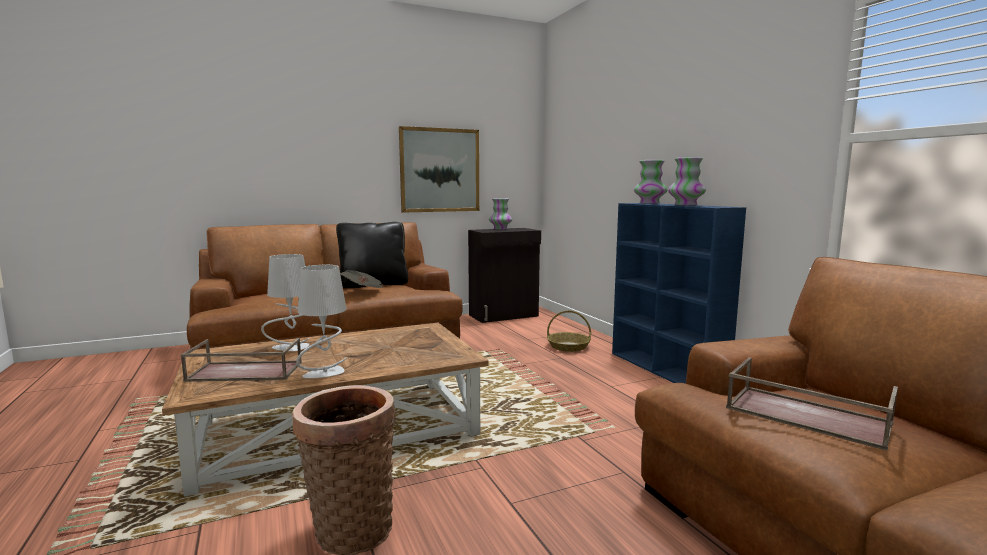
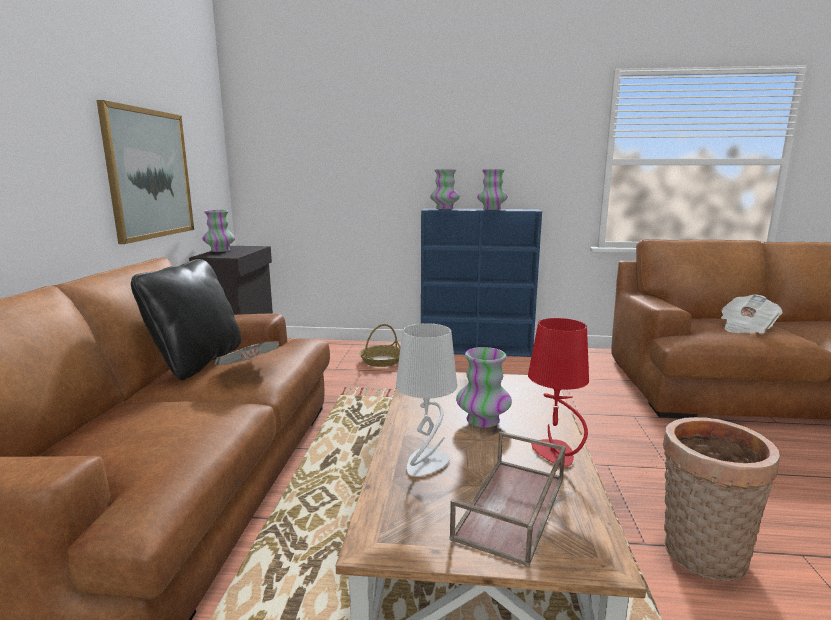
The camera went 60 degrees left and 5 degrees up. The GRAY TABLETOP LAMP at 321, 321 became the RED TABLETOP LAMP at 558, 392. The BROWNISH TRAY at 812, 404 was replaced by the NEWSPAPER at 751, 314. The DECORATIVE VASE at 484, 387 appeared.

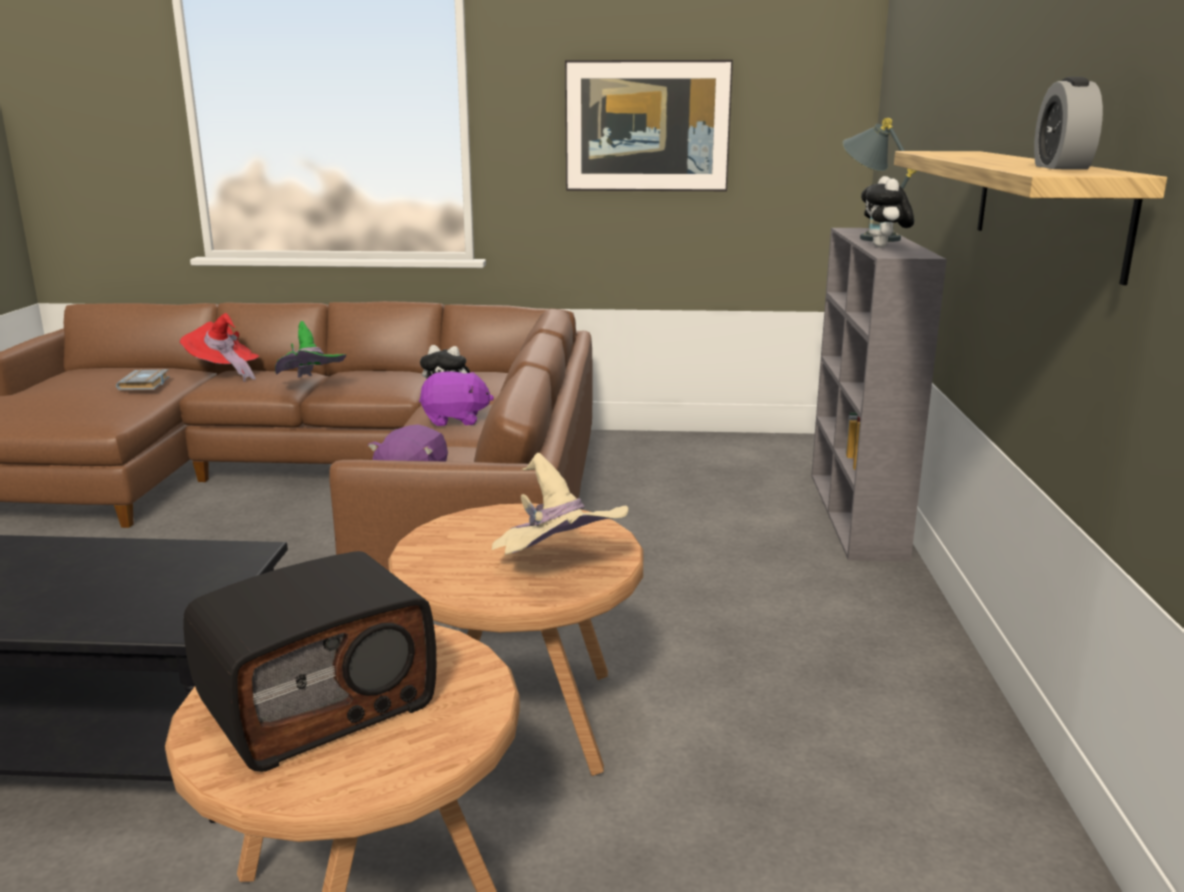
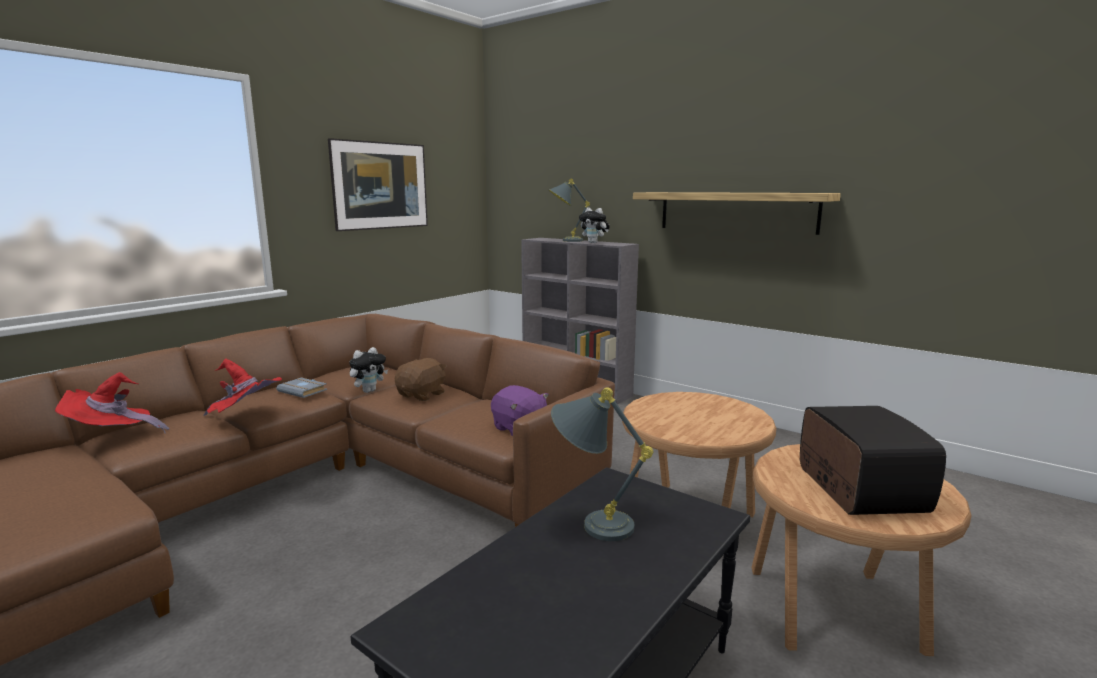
The camera went 55 degrees left and 5 degrees down. The ALARM CLOCK at 1068, 123 disappeared. The GREENISH CLOTHING HAT at 310, 349 became the RED CLOTHING HAT at 242, 387. The GRAY BOUND BOOK moved from 143, 379 to 301, 387. The PURPLE CUDDLY TOY at 456, 398 became the BROWNISH CUDDLY TOY at 421, 379. The SAND-COLOURED CLOTHING HAT at 560, 504 disappeared. The GRAY TABLETOP LAMP at 602, 464 appeared.

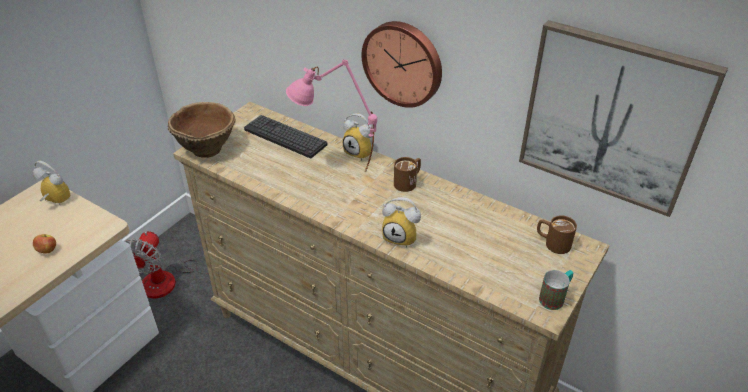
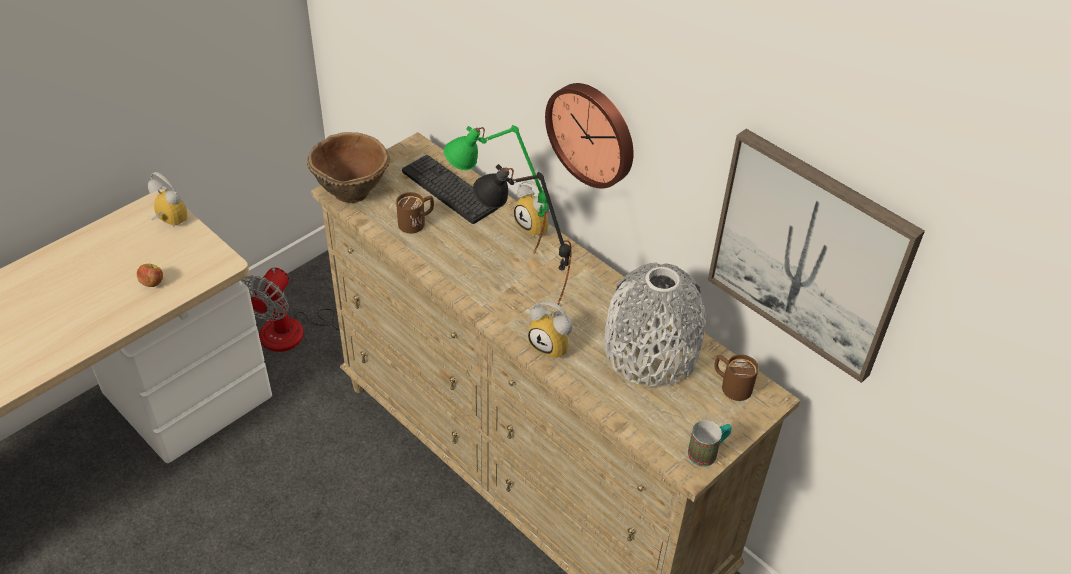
The camera went 10 degrees right and 5 degrees up. The PINK-COLOURED TABLETOP LAMP at 331, 115 became the GREENISH TABLETOP LAMP at 496, 189. The BROWNISH COFFEE MUG moved from 407, 174 to 415, 212. The BLACK TABLETOP LAMP at 522, 234 appeared. The GRAY DECORATIVE VASE at 655, 325 appeared.

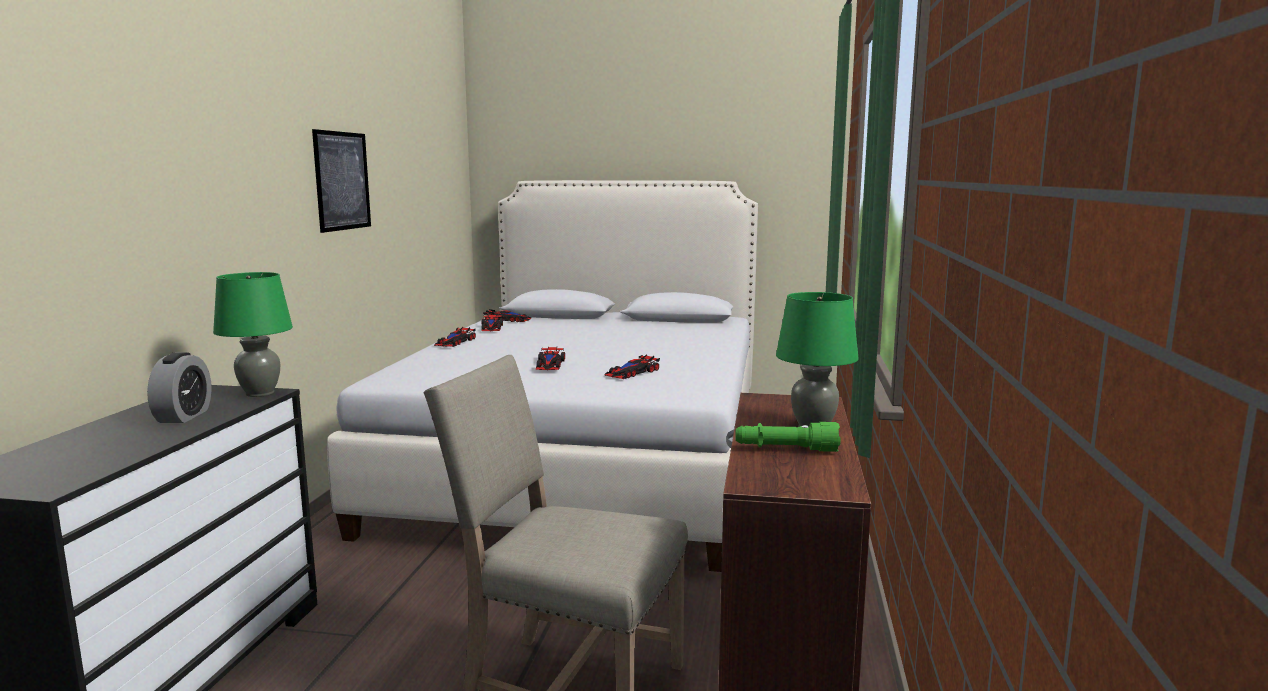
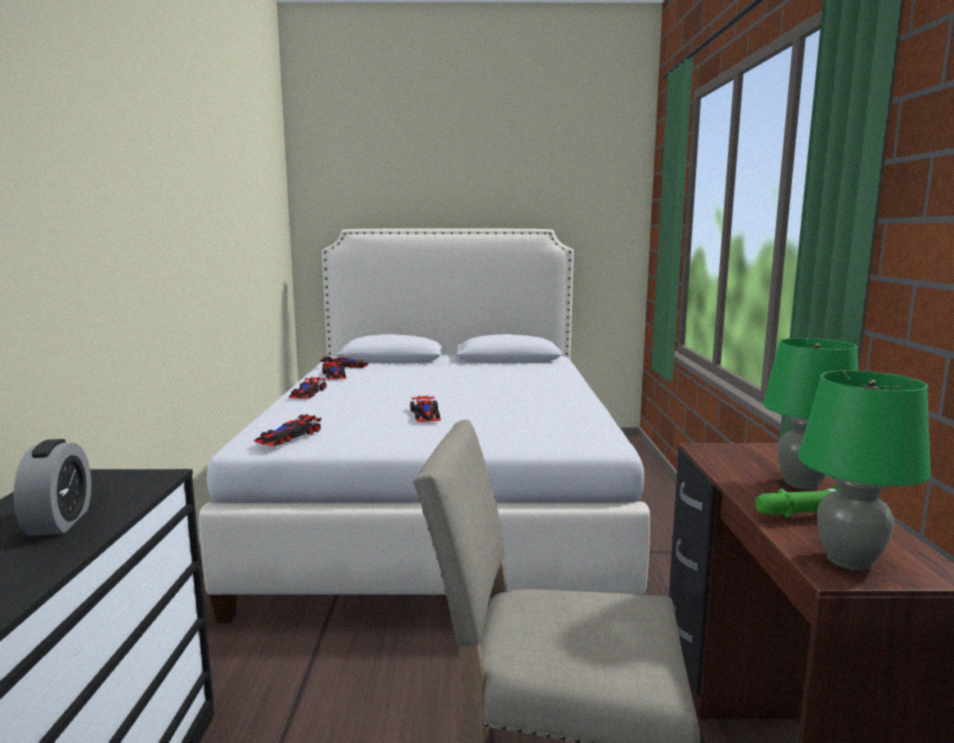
The camera went 10 degrees left and 0 degrees up. The WALL PICTURE at 341, 181 disappeared. The GREENISH TABLETOP LAMP moved from 253, 334 to 864, 470. The MODEL CAR moved from 632, 367 to 287, 430.

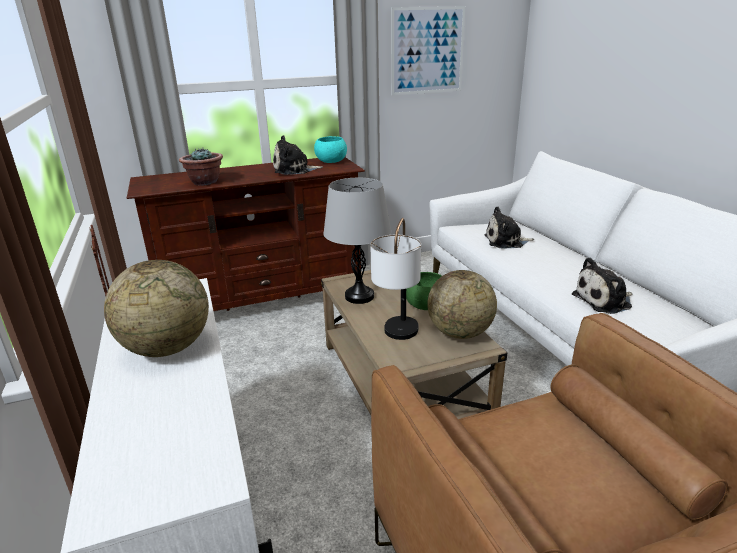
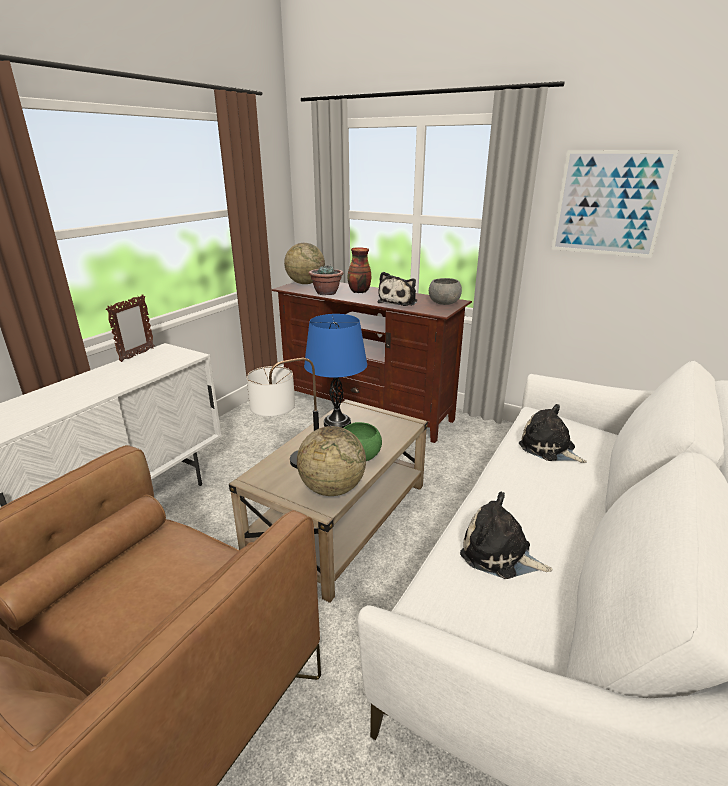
The camera went 50 degrees right and 0 degrees up. The CUDDLY TOY at 298, 155 turned 105 degrees counterclockwise. The BLUE-GREEN SERVING BOWL at 330, 149 became the GRAY SERVING BOWL at 445, 291. The GRAY TABLETOP LAMP at 357, 241 became the BLUE-COLOURED TABLETOP LAMP at 335, 371. The GLOBE moved from 156, 308 to 304, 263. The DECORATIVE VASE at 359, 270 appeared.

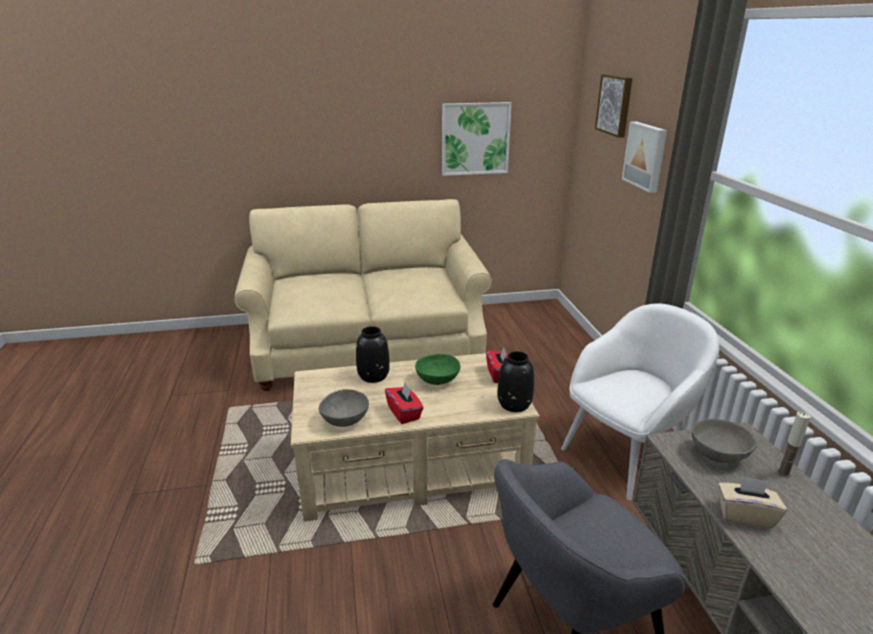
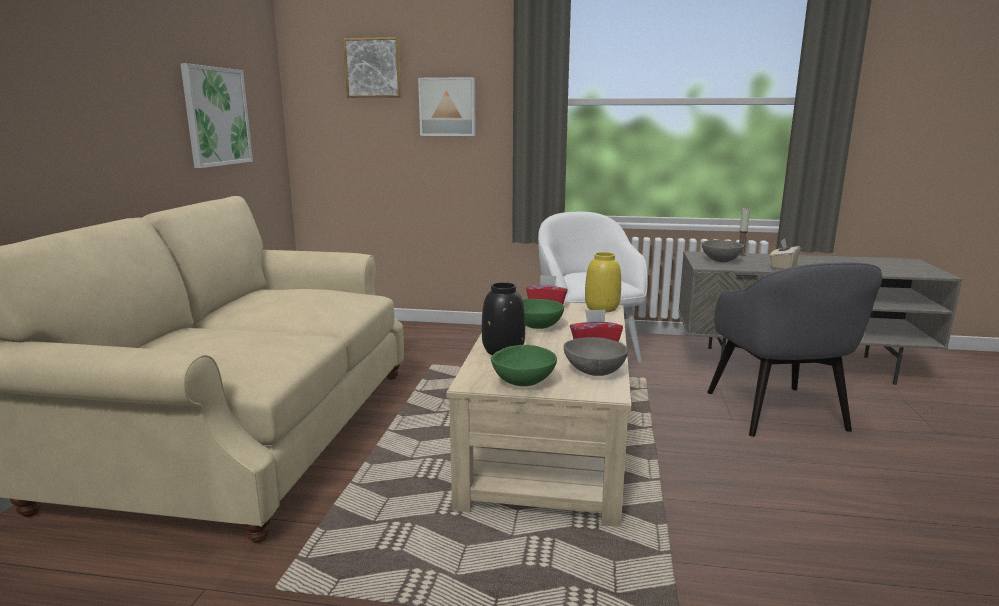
The camera went 70 degrees left and 10 degrees down. The BLACK DECORATIVE VASE at 516, 381 became the YELLOWISH DECORATIVE VASE at 603, 282. The GREENISH SERVING BOWL at 524, 365 appeared.

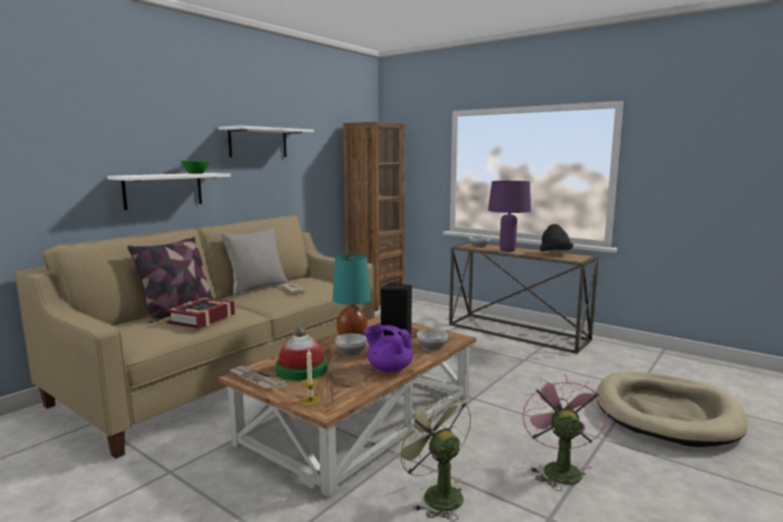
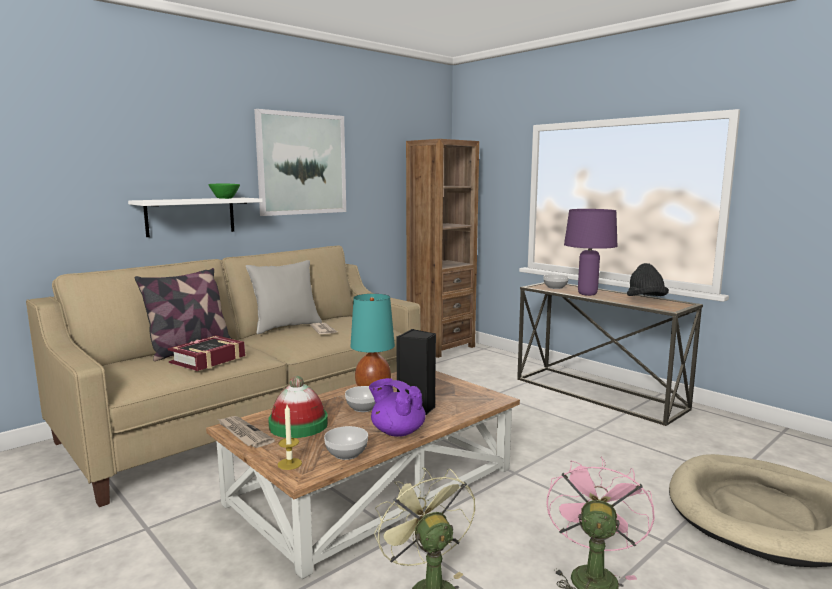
The camera went 10 degrees right and 0 degrees up. The WHITE BRACKET SHELF at 266, 141 was replaced by the WALL PICTURE at 300, 162. The SERVING BOWL moved from 432, 339 to 346, 443.

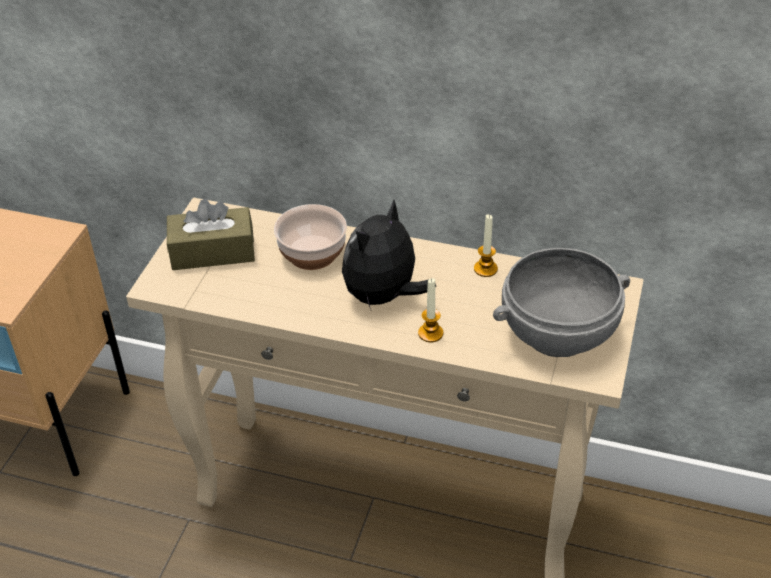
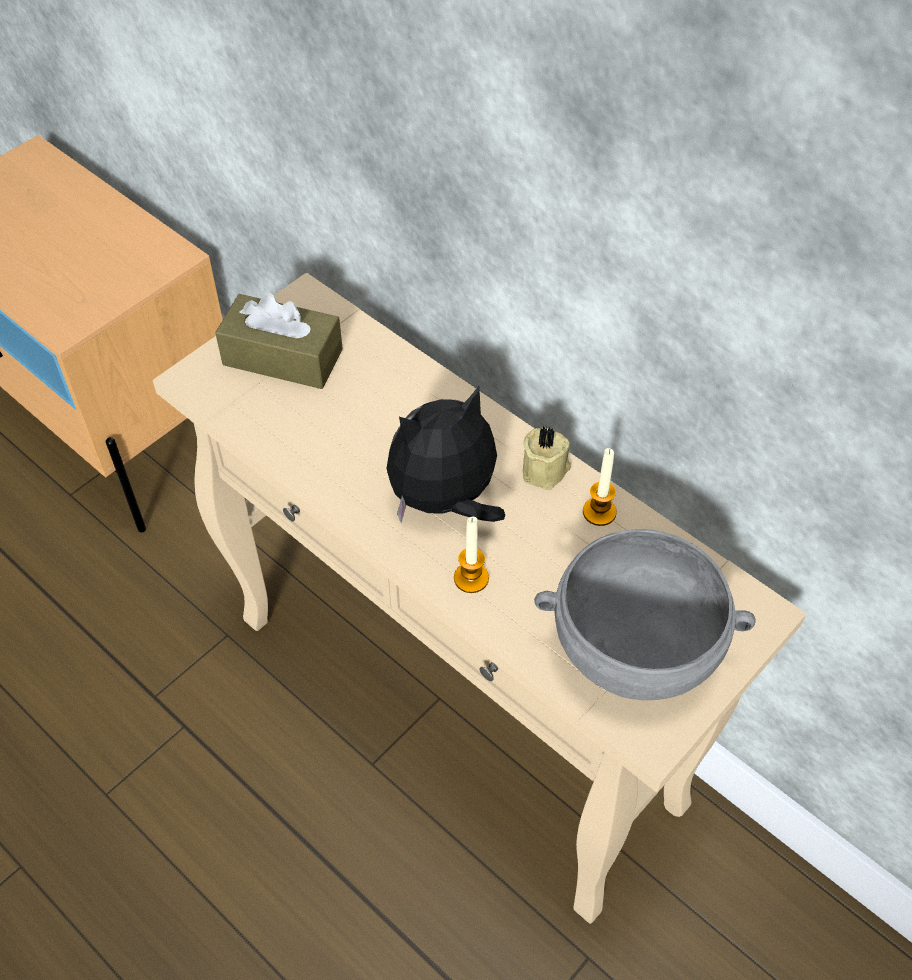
The camera went 25 degrees right and 10 degrees up. The SERVING BOWL at 310, 237 disappeared. The SAND-COLOURED WAX CANDLE at 547, 458 appeared.

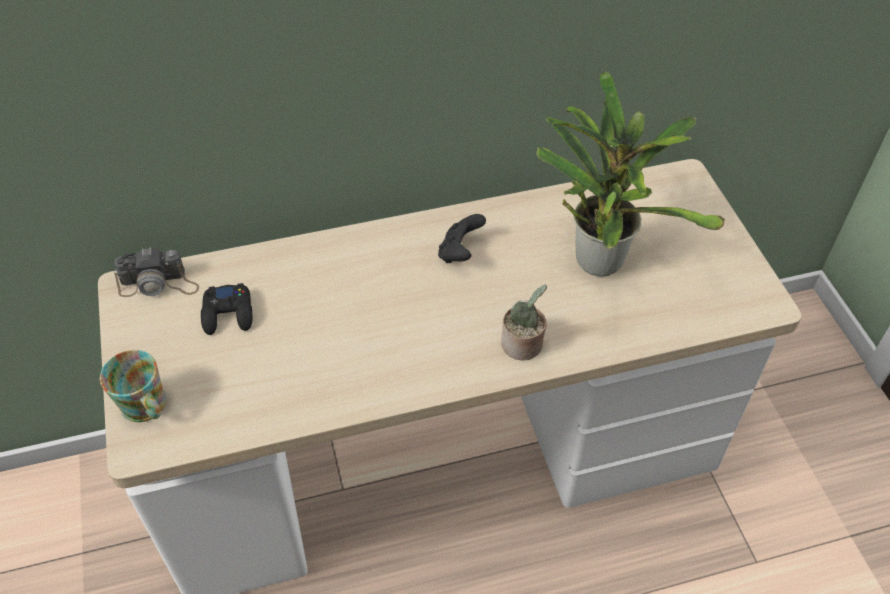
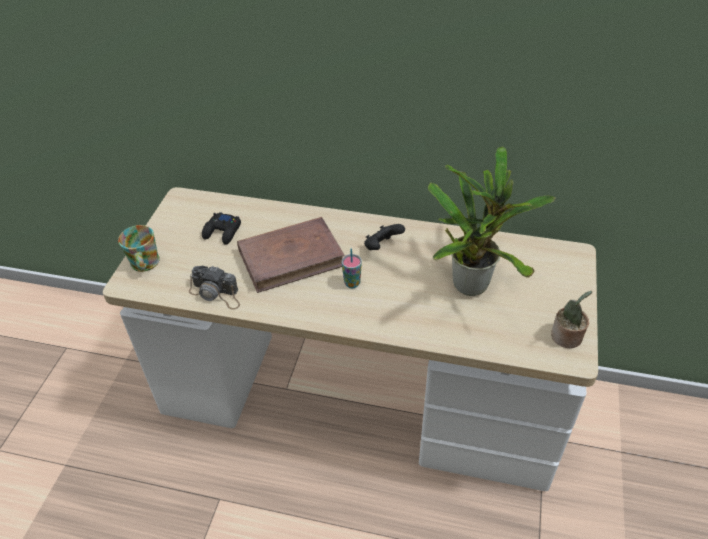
The camera went 30 degrees right and 5 degrees down. The PHOTO CAMERA moved from 156, 272 to 214, 288. The POTTED PLANT moved from 524, 322 to 571, 319. The BROWNISH BOUND BOOK at 291, 255 appeared. The CUP at 352, 268 appeared.

